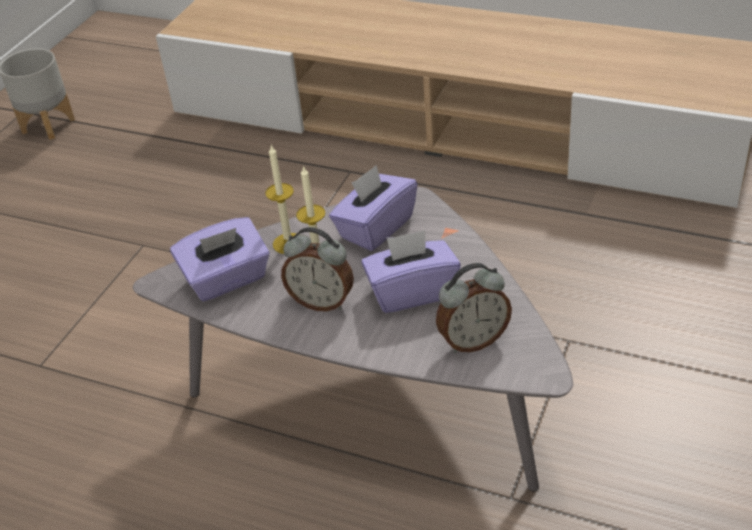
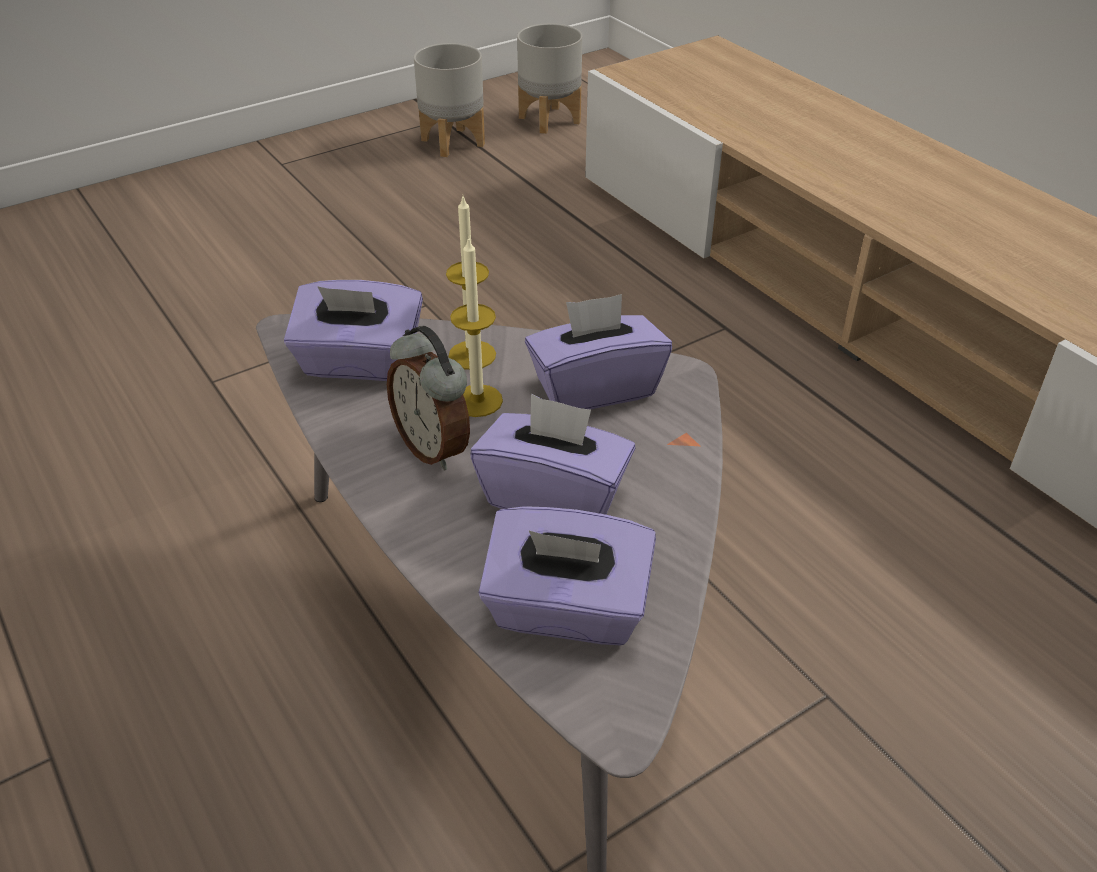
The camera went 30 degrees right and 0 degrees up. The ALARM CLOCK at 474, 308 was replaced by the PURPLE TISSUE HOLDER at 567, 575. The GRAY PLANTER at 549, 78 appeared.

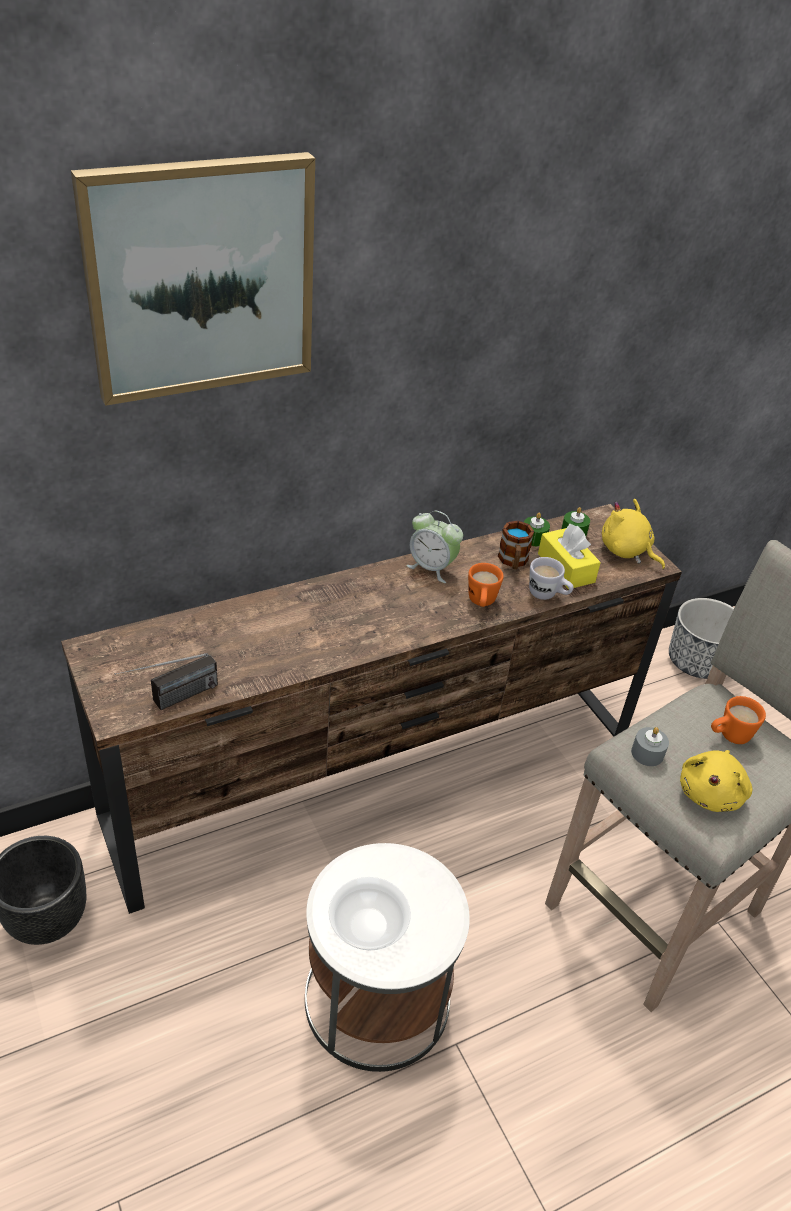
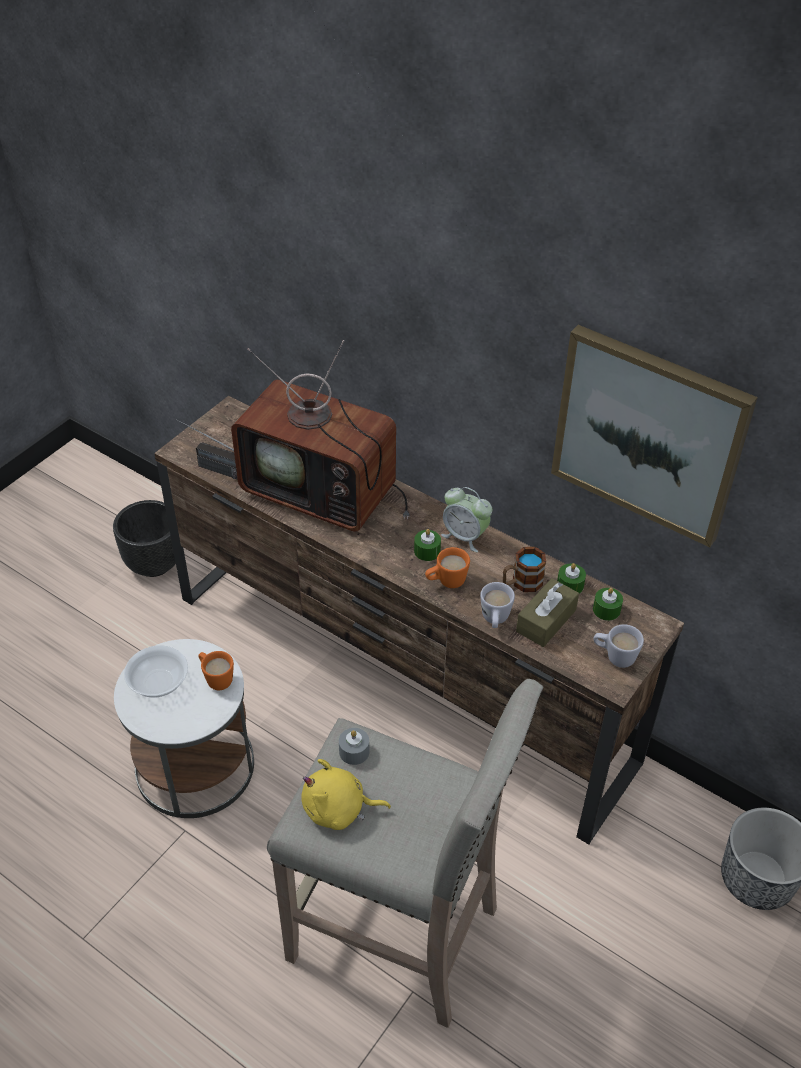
The camera went 65 degrees right and 5 degrees up. The WALL PICTURE moved from 193, 279 to 654, 436. The YELLOWISH CUDDLY TOY at 633, 534 was replaced by the WHITE COFFEE MUG at 618, 646. The ALARM CLOCK at 434, 546 turned 60 degrees counterclockwise. The YELLOWISH TISSUE HOLDER at 569, 556 became the BROWNISH TISSUE HOLDER at 547, 612. The ORANGE COFFEE MUG moved from 738, 720 to 216, 670. The TV at 320, 436 appeared. The GREENISH WAX CANDLE at 427, 545 appeared.

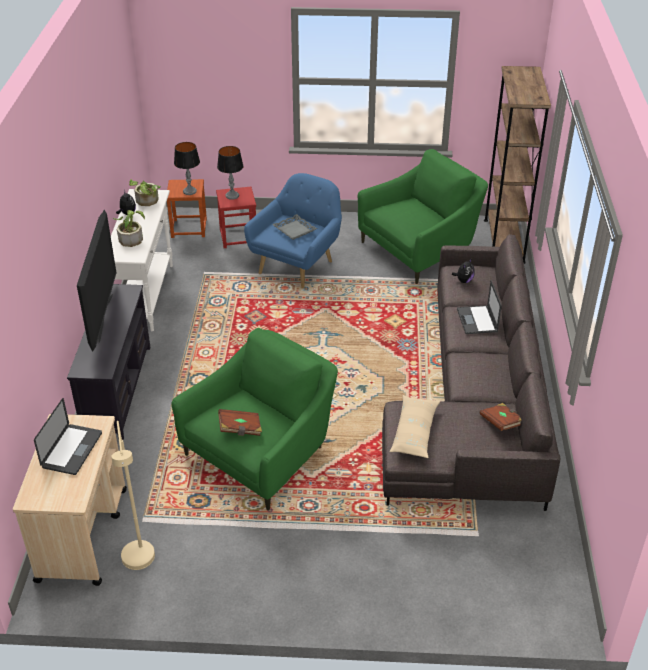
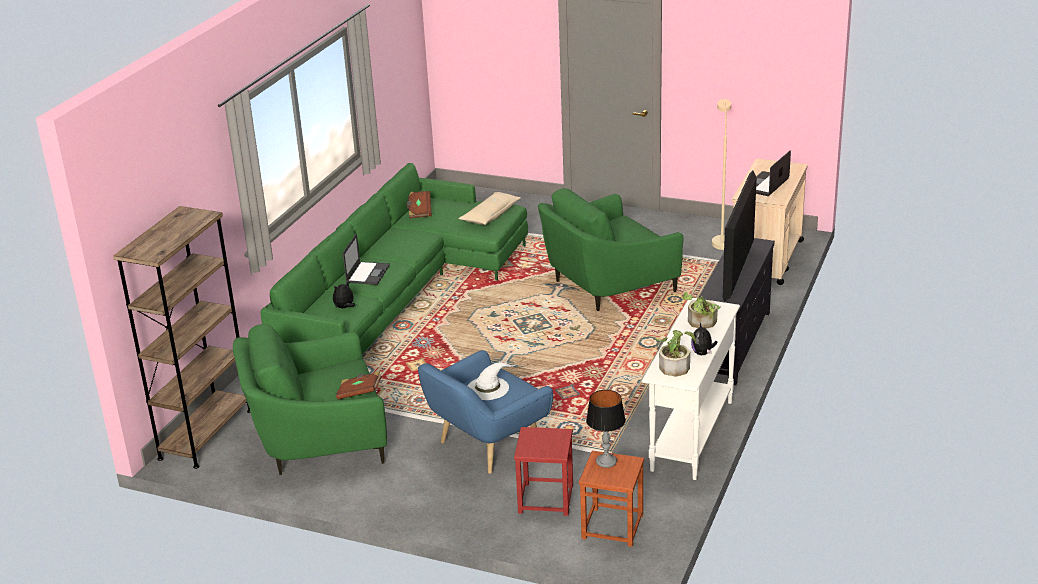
The camera went 160 degrees left and 10 degrees down. The TABLETOP LAMP at 230, 173 disappeared. The GRAY TRAY at 294, 227 was replaced by the WHITE CLOTHING HAT at 491, 381. The GRAY SOFA at 471, 372 became the GREENISH SOFA at 394, 258. The BROWNISH BOUND BOOK moved from 240, 422 to 359, 385.

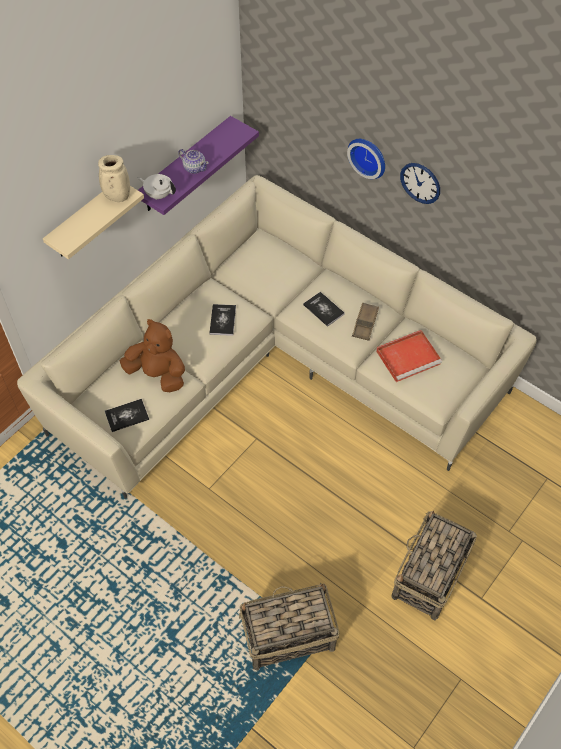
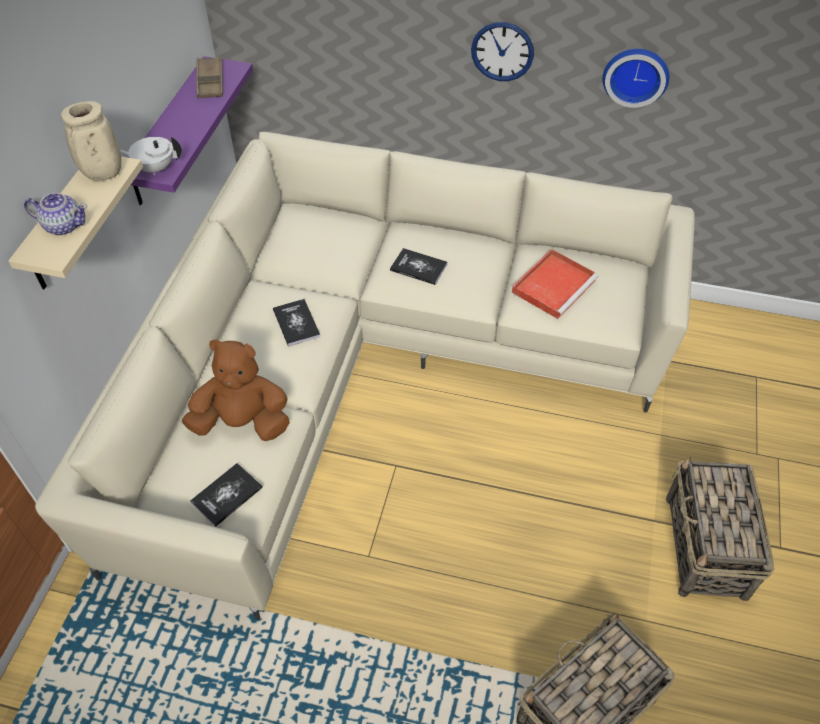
The camera went 25 degrees left and 5 degrees down. The HANGING CLOCK moved from 366, 159 to 636, 78. The POT FOR TEA moved from 193, 161 to 55, 214. The BROWNISH TRAY moved from 365, 322 to 209, 77.

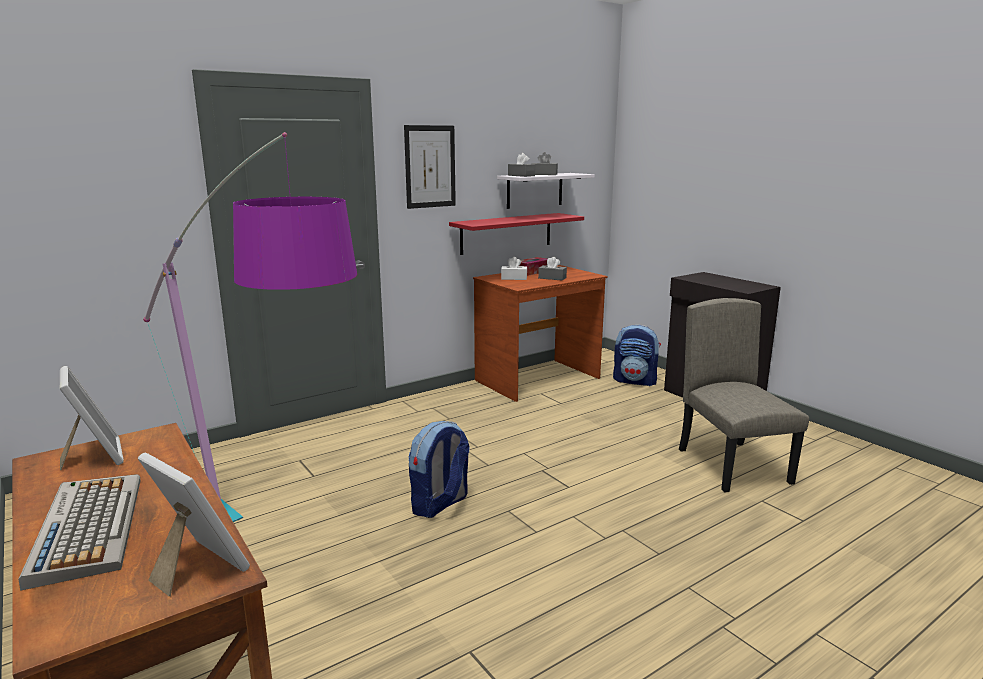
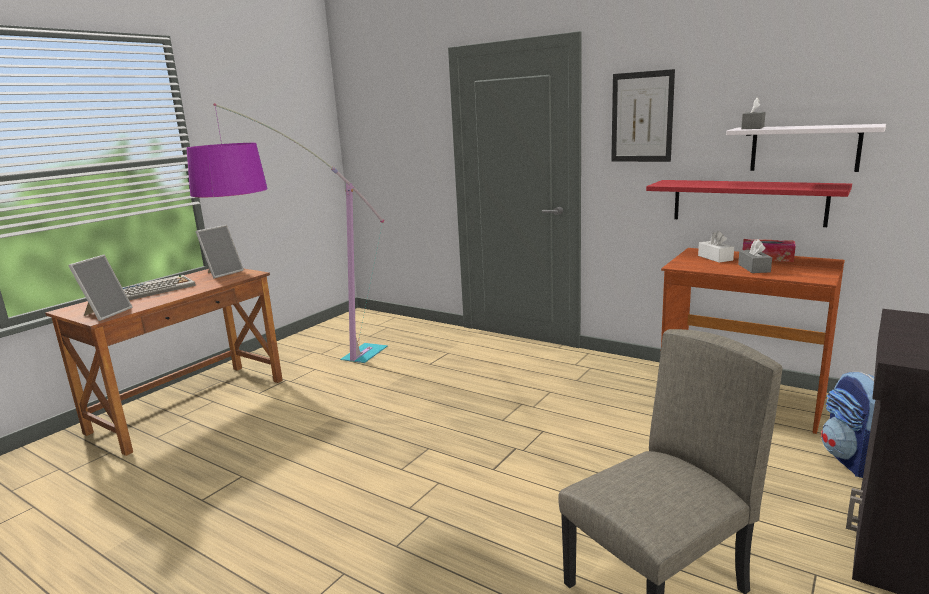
The camera went 70 degrees right and 0 degrees up. The GRAY TISSUE HOLDER at 544, 163 disappeared. The BACKPACK at 439, 469 disappeared.

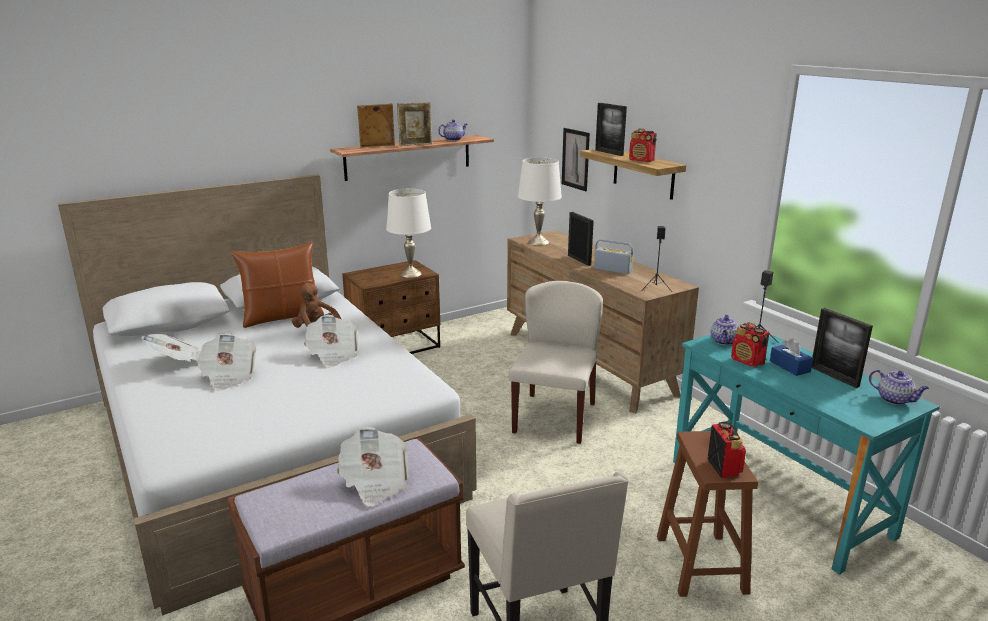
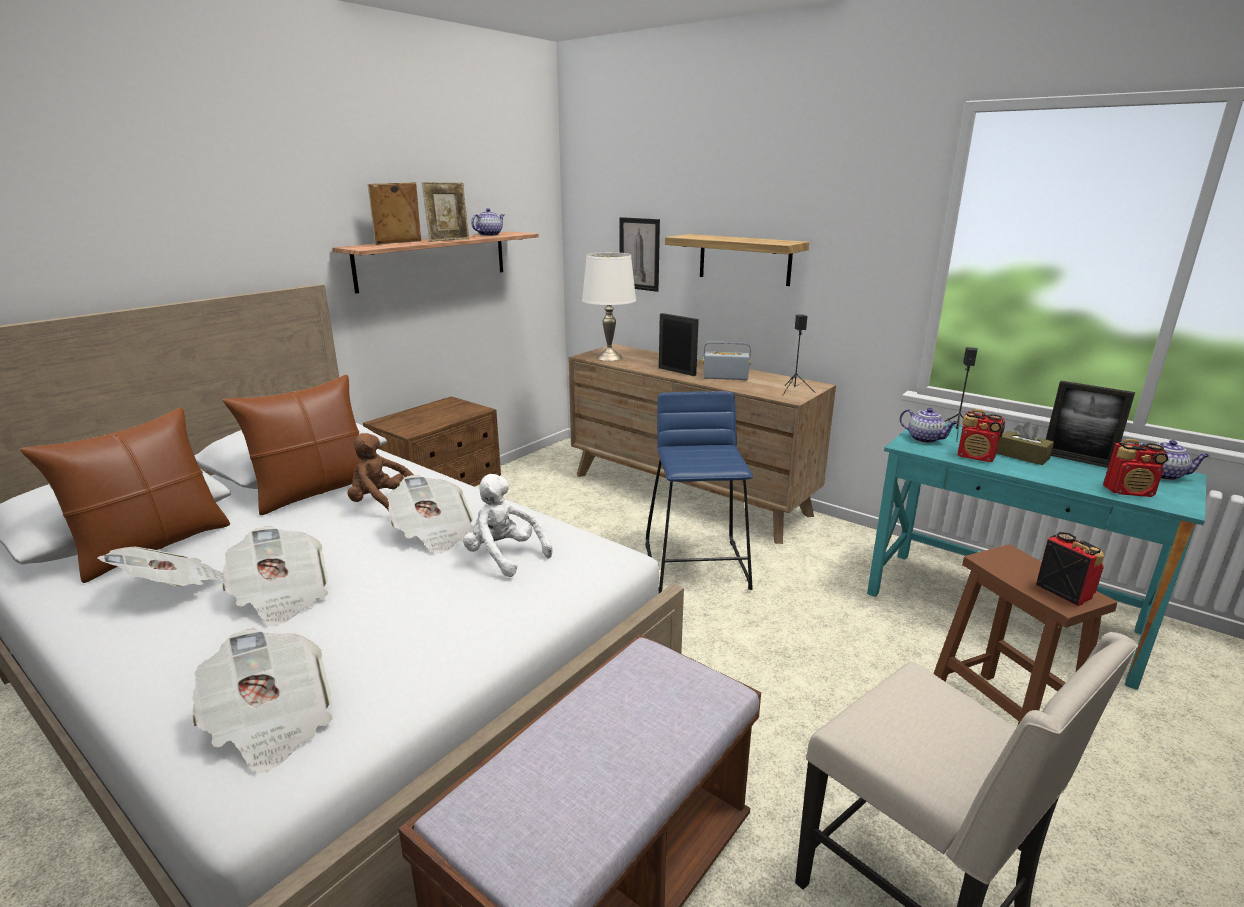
The camera went 20 degrees left and 0 degrees up. The PHOTO FRAME at 611, 129 disappeared. The RADIO RECEIVER moved from 643, 145 to 1135, 468. The WHITE TABLETOP LAMP at 408, 233 disappeared. The SAND-COLOURED UPRIGHT CHAIR at 555, 362 was replaced by the BLUE-COLOURED STOOL at 699, 492. The POT FOR TEA at 724, 330 turned 45 degrees counterclockwise. The BLUE-COLOURED TISSUE HOLDER at 791, 357 became the BROWNISH TISSUE HOLDER at 1025, 443. The NEWSPAPER moved from 373, 467 to 262, 700. The BROWNISH PILLOW at 125, 495 appeared. The WHITE CUDDLY TOY at 508, 525 appeared.

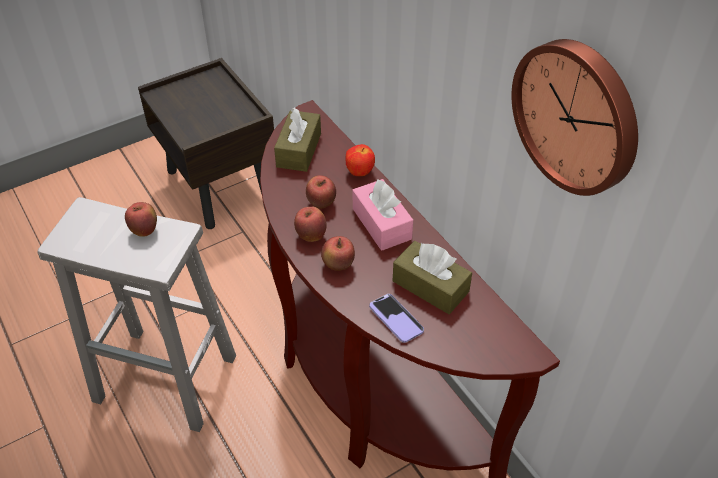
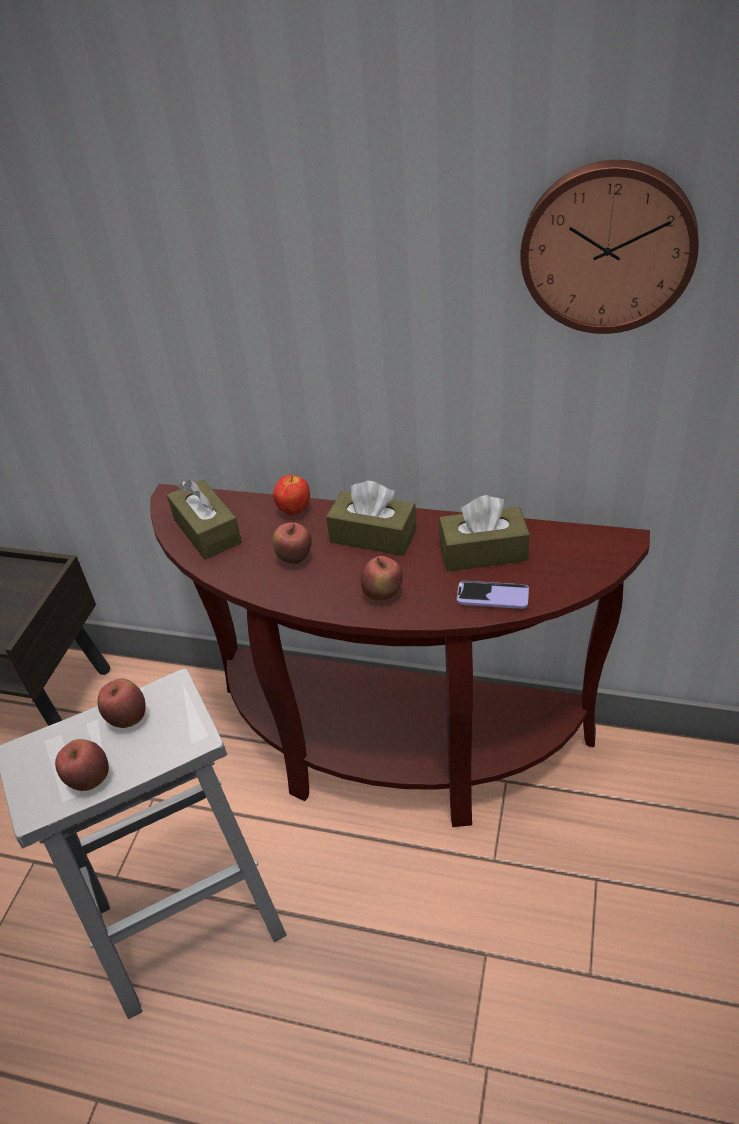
The camera went 40 degrees left and 5 degrees down. The PINK-COLOURED TISSUE HOLDER at 383, 215 became the BROWNISH TISSUE HOLDER at 371, 518. The WHOLE APPLE moved from 310, 224 to 82, 765.

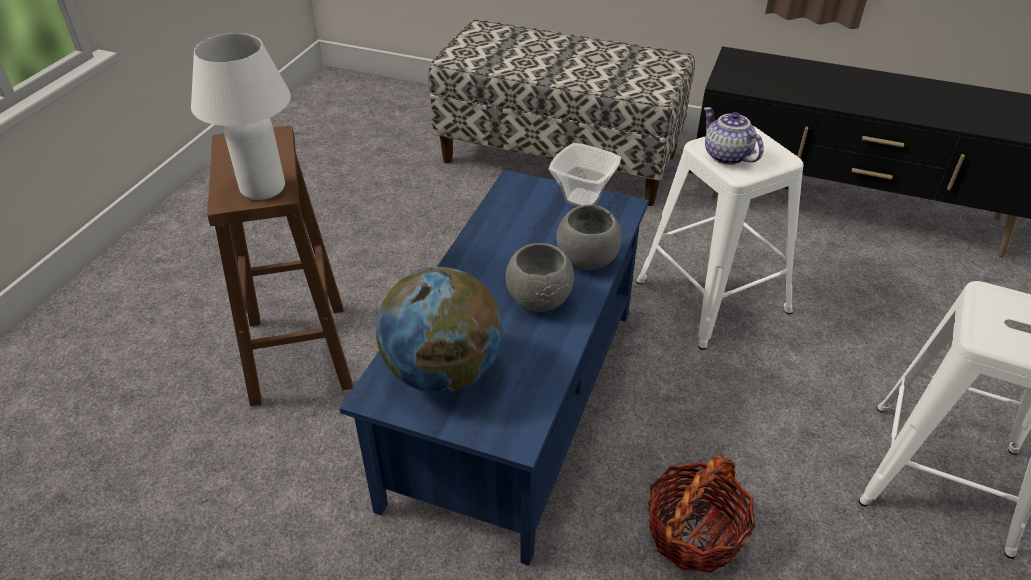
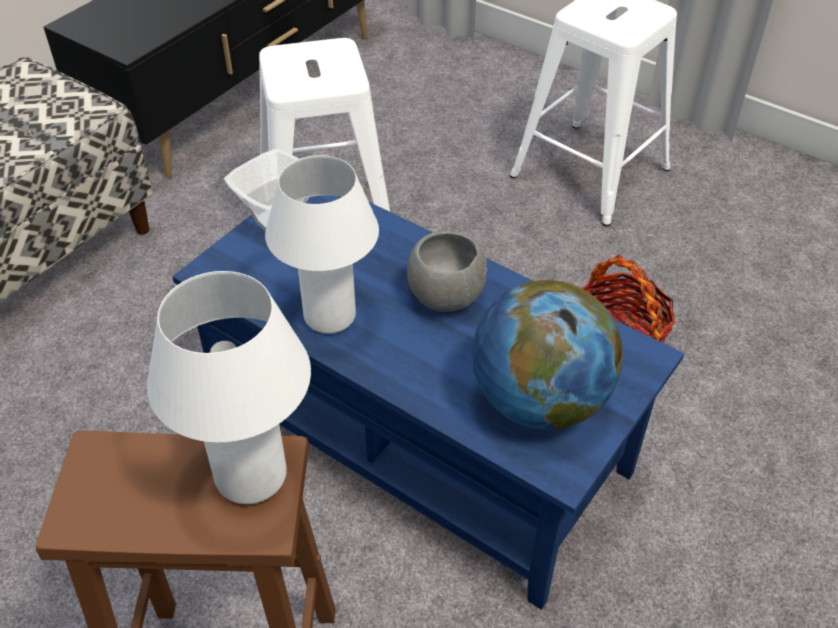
The camera went 75 degrees left and 5 degrees up. The POT FOR TEA at 734, 136 disappeared. The GRAY SERVING BOWL at 589, 237 disappeared. The WHITE TABLETOP LAMP at 322, 244 appeared.

